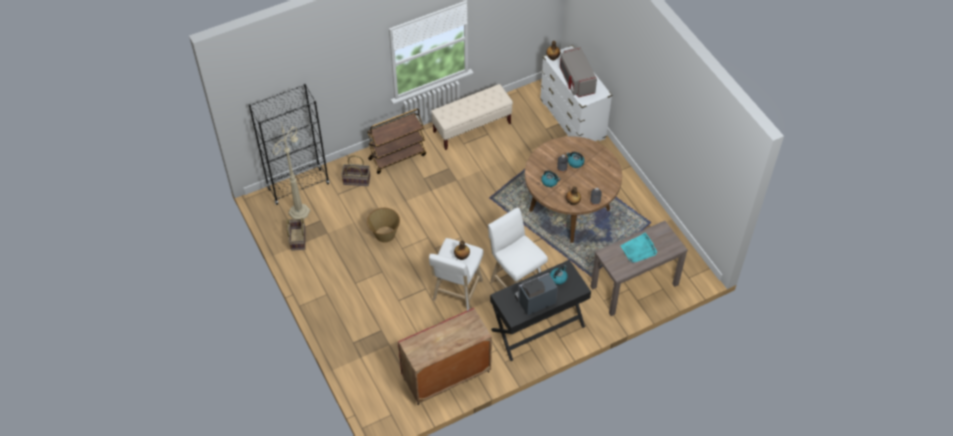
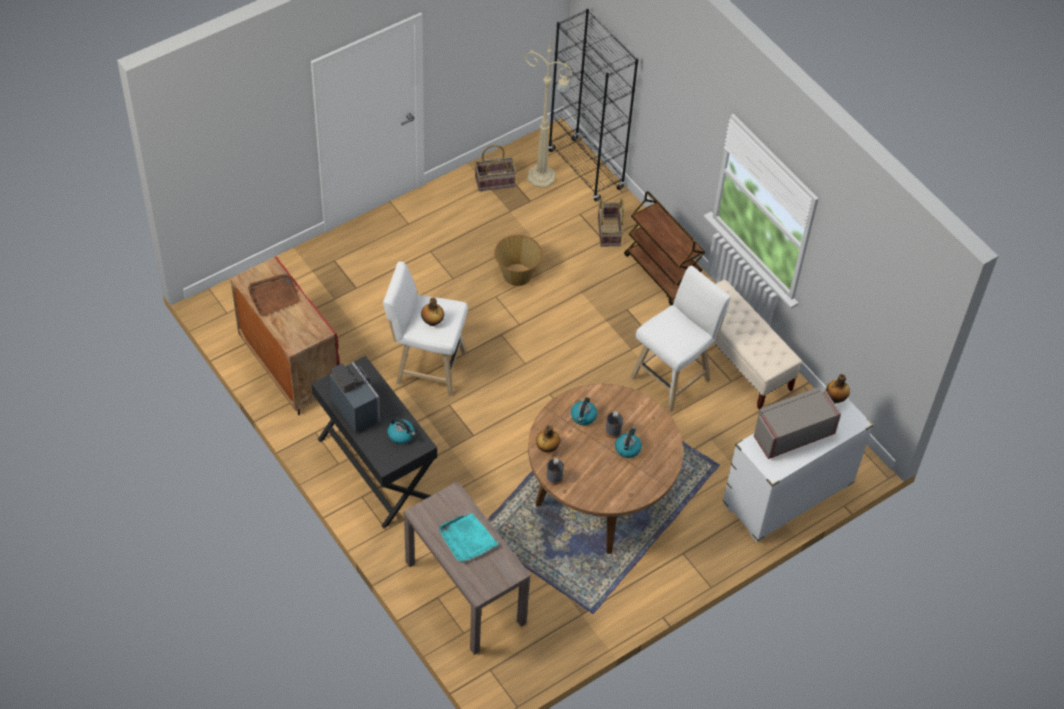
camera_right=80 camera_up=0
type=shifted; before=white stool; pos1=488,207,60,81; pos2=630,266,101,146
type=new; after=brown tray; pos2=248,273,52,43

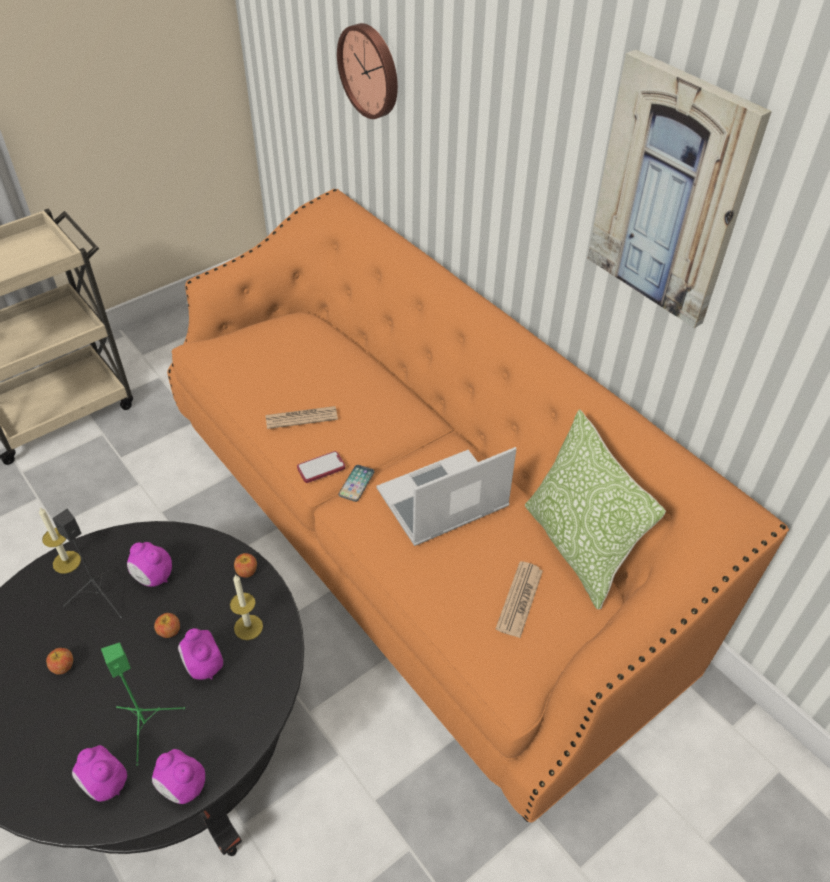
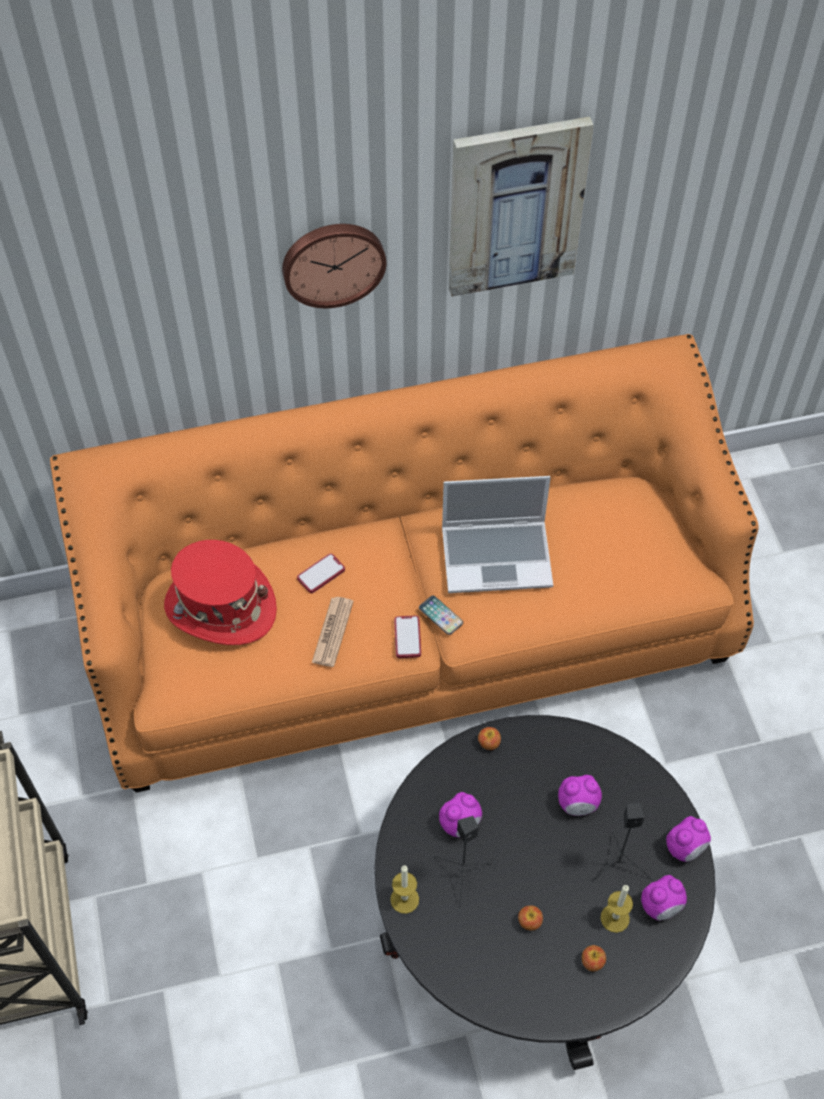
camera_right=-65 camera_up=10
type=repainted; before=green speaker; after=black speaker; pos1=101,643,84,123; pos2=590,803,63,82
type=shifted; before=apple; pos1=154,613,26,25; pos2=582,945,24,27
type=shifted; before=candle; pos1=230,574,33,66; pos2=601,885,32,48
type=shifted; before=wall clock; pos1=337,23,61,96; pos2=282,224,105,84
type=rotated; before=laptop; pos1=377,447,139,99; pos2=442,476,111,117; turn=-90
type=gone; before=newspaper; pos1=496,561,47,77
type=gone; before=pillow; pos1=525,409,141,201
type=new; after=red hat; pos2=164,540,113,105
type=new; after=phone; pos2=297,553,48,40

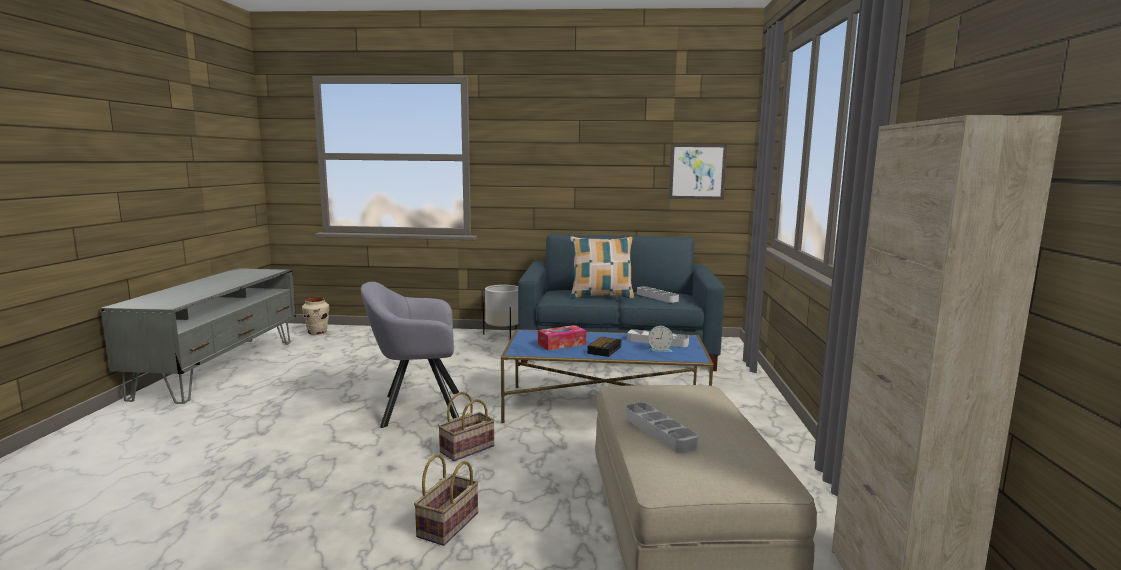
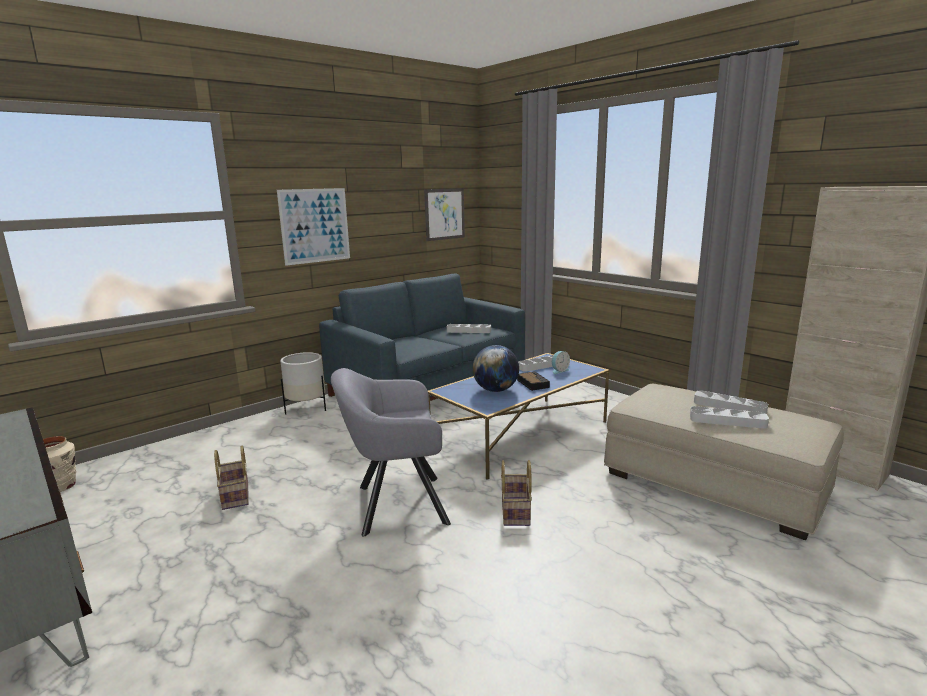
camera_right=-45 camera_up=5
type=rotated; before=grey armchair; pos1=361,282,98,146; pos2=331,368,120,169; turn=45
type=shifted; before=basket; pos1=414,454,65,92; pos2=214,445,35,65
type=swapped; before=tissue box; after=globe; pos1=538,325,48,25; pos2=473,345,46,47
type=gone; before=pillow; pos1=570,236,64,63
type=new; after=picture; pos2=277,188,73,78
type=new; after=grey tray; pos2=694,390,74,24

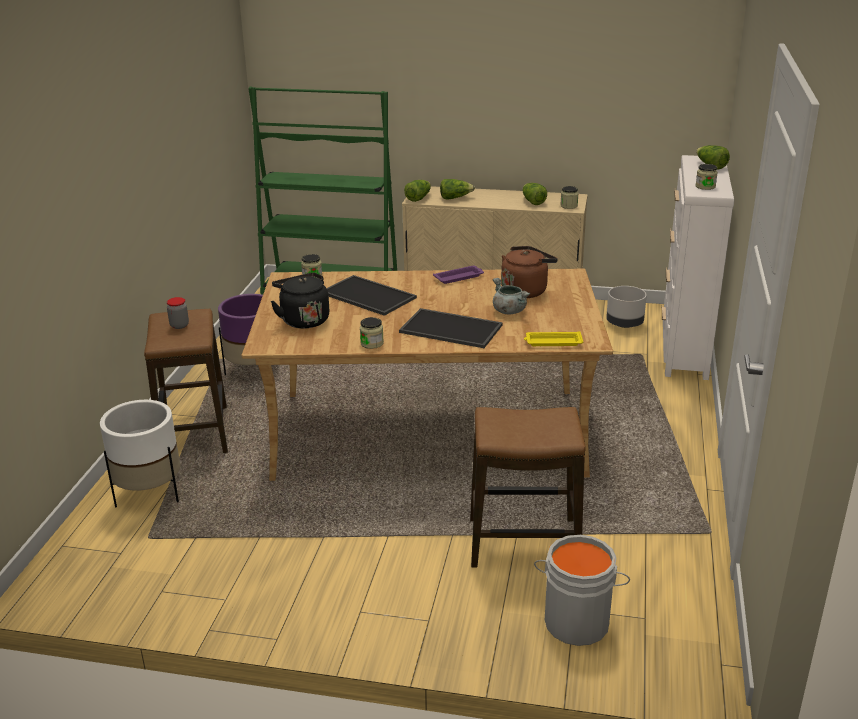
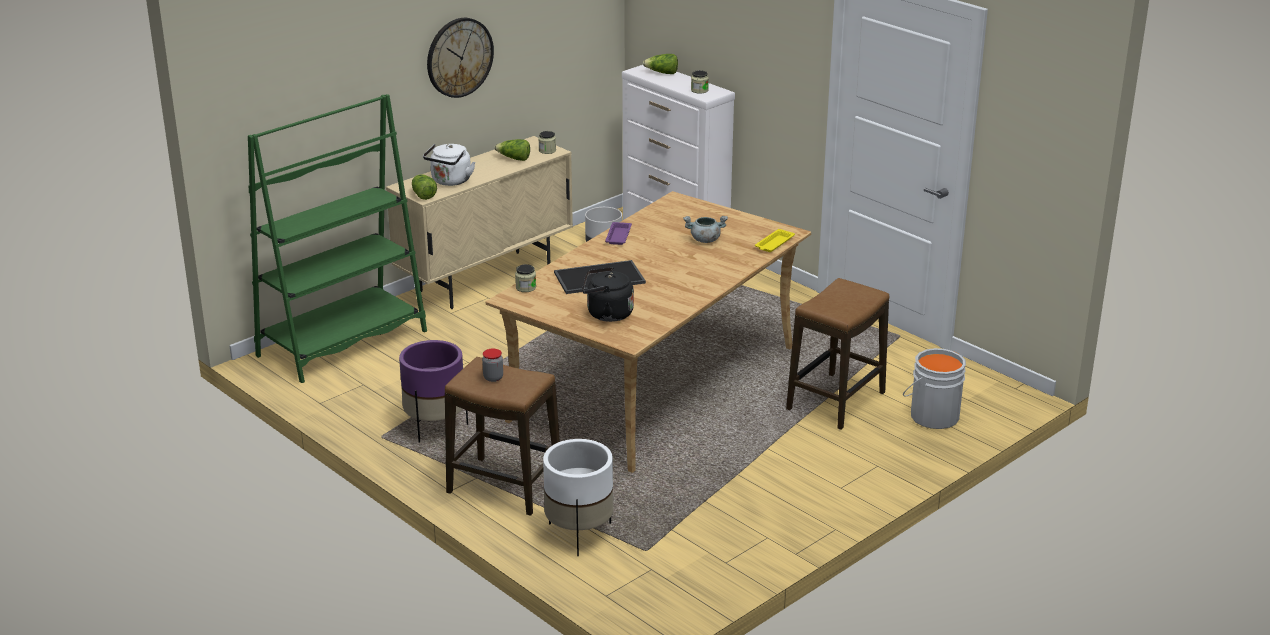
camera_right=-55 camera_up=0
type=gone; before=jar; pos1=360,317,24,32
type=gone; before=tray; pos1=399,308,104,40
type=swapped; before=lettuce; after=white kettle; pos1=440,179,35,20; pos2=423,144,52,42
type=gone; before=brown kettle; pos1=501,246,57,52
type=new; after=wall clock; pos2=427,18,67,80

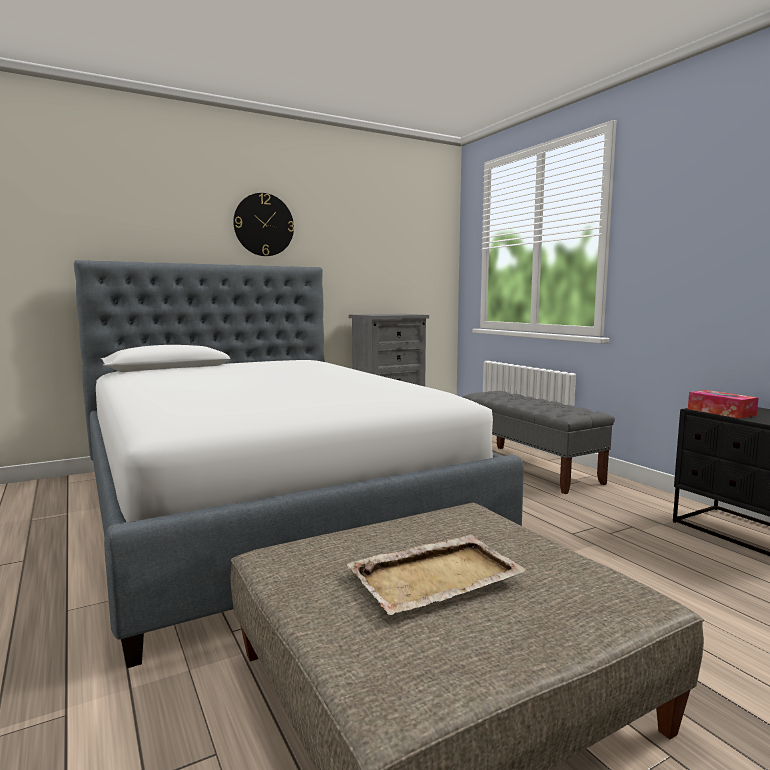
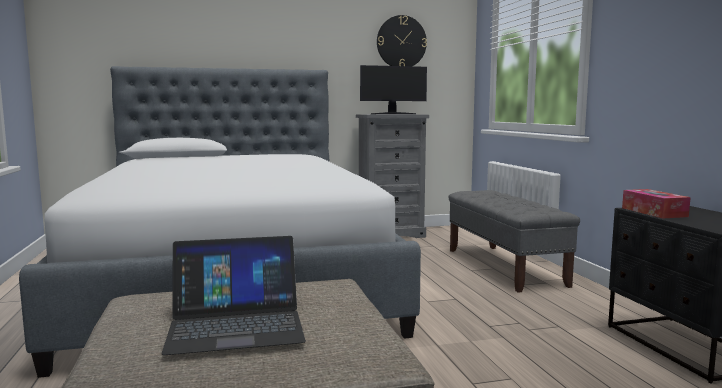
camera_right=15 camera_up=0
type=shifted; before=wall clock; pos1=233,193,61,63; pos2=377,15,50,51
type=swapped; before=beige tray; after=laptop; pos1=346,535,181,80; pos2=161,236,145,119
type=new; after=monitor; pos2=360,65,67,49

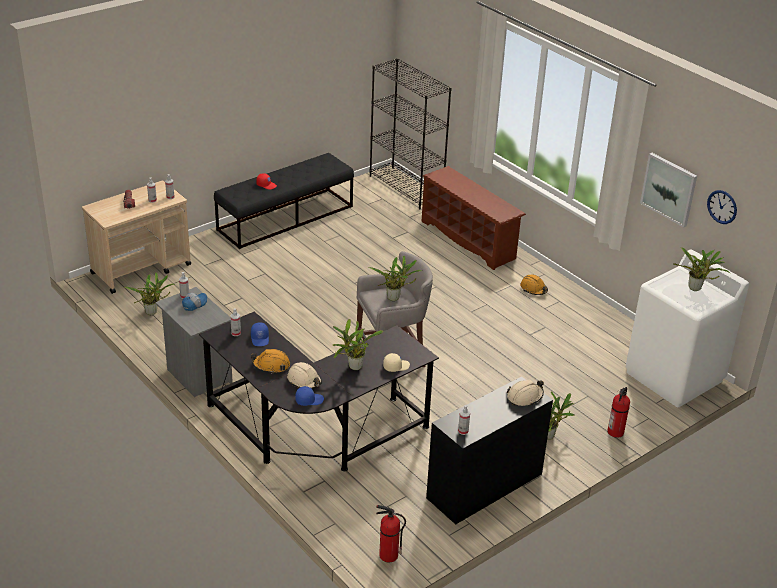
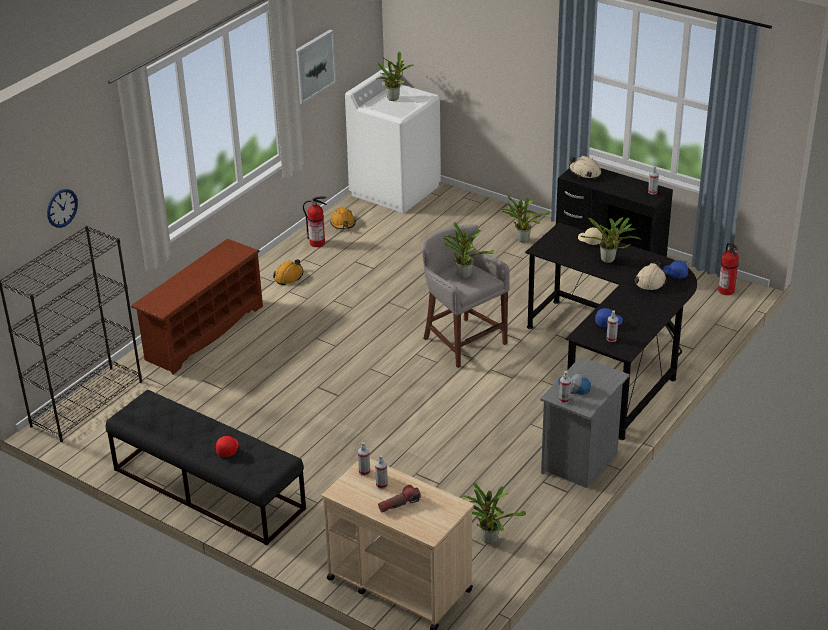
camera_right=-105 camera_up=0
type=shifted; before=orange hard hat; pos1=251,349,39,25; pos2=330,208,26,21
type=shifted; before=fire extinguisher; pos1=607,387,23,51; pos2=303,196,24,51
type=shifted; before=wall clock; pos1=707,190,30,34; pos2=47,189,31,39

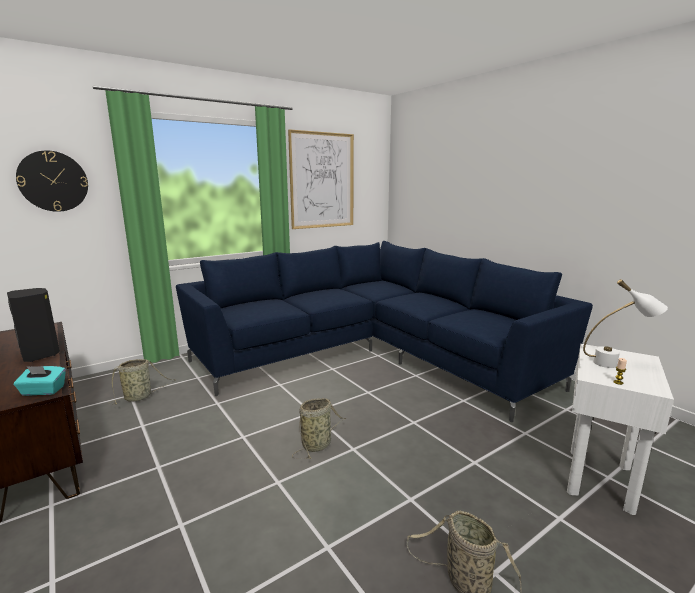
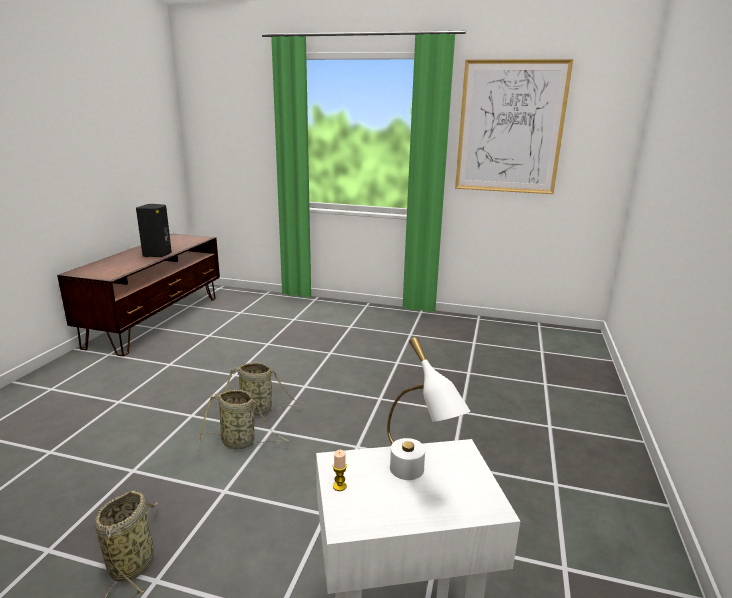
camera_right=50 camera_up=5
type=gone; before=turquoise tissue box; pos1=14,366,52,30
type=gone; before=wall clock; pos1=16,151,72,61
type=shifted; before=basket; pos1=109,359,67,46; pos2=199,390,90,60
type=gone; before=blue sofa; pos1=176,241,417,181

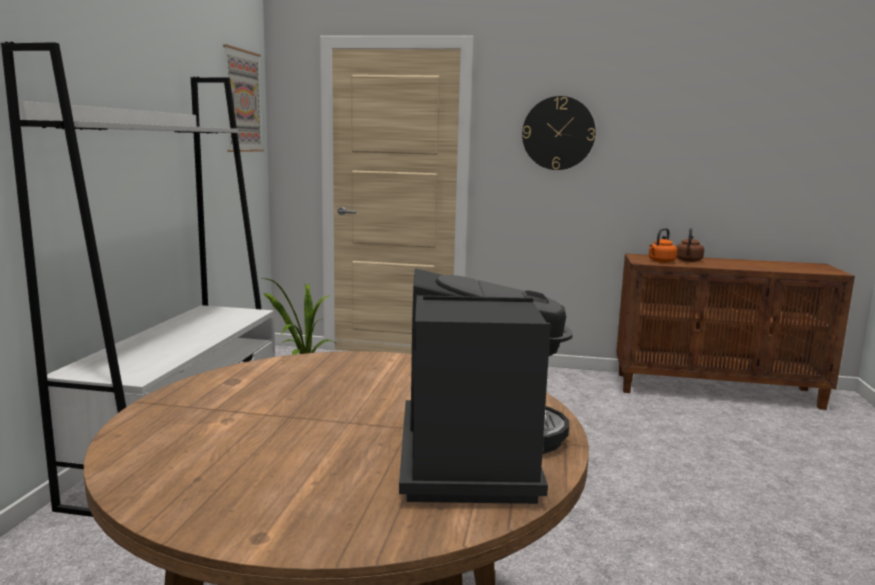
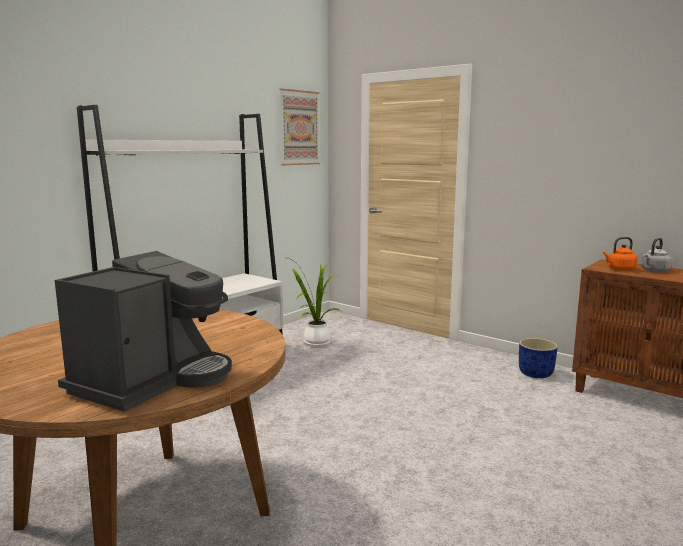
camera_right=30 camera_up=0
type=gone; before=wall clock; pos1=522,96,74,74
type=repainted; before=brown kettle; after=grey kettle; pos1=677,228,27,34; pos2=641,238,31,34
type=new; after=blue planter; pos2=519,338,39,40

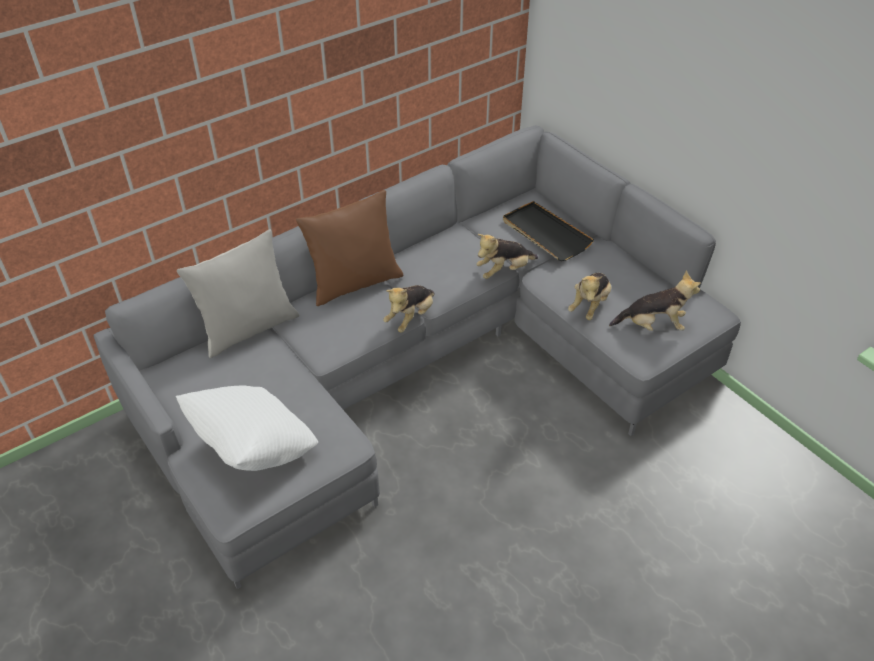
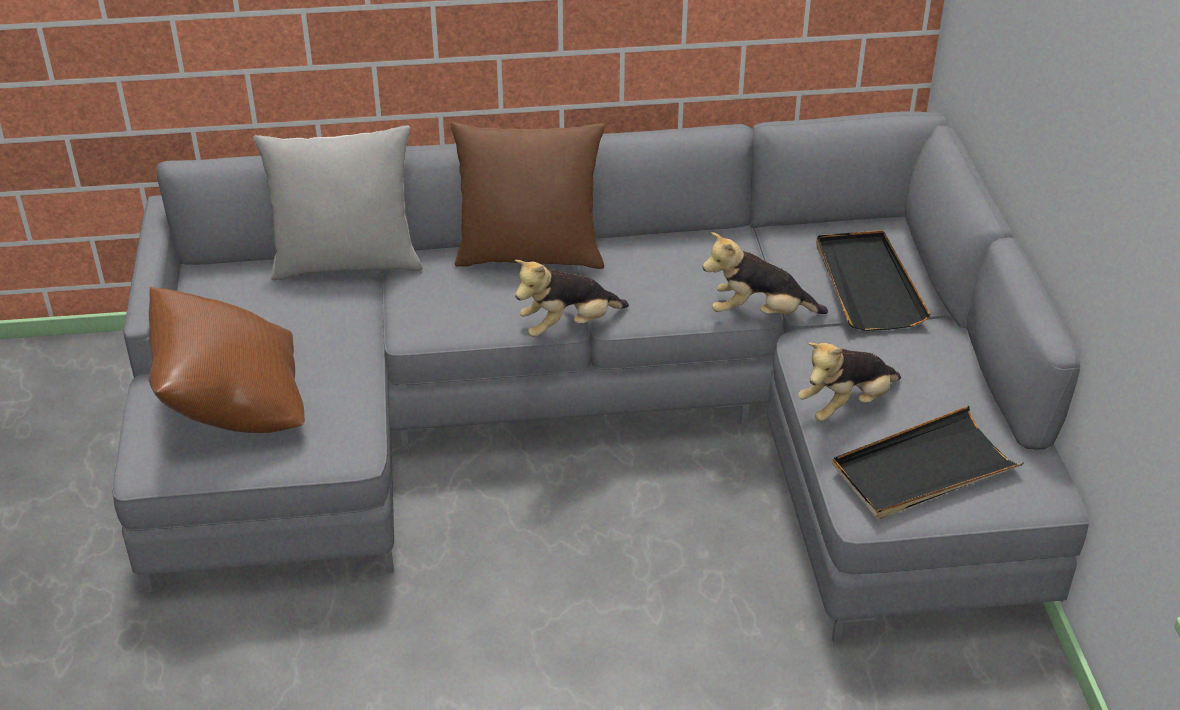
camera_right=30 camera_up=-5
type=repainted; before=white pillow; after=brown pillow; pos1=176,386,142,85; pos2=149,286,156,147
type=swapped; before=plush toy; after=black tray; pos1=609,271,92,60; pos2=832,406,192,113

